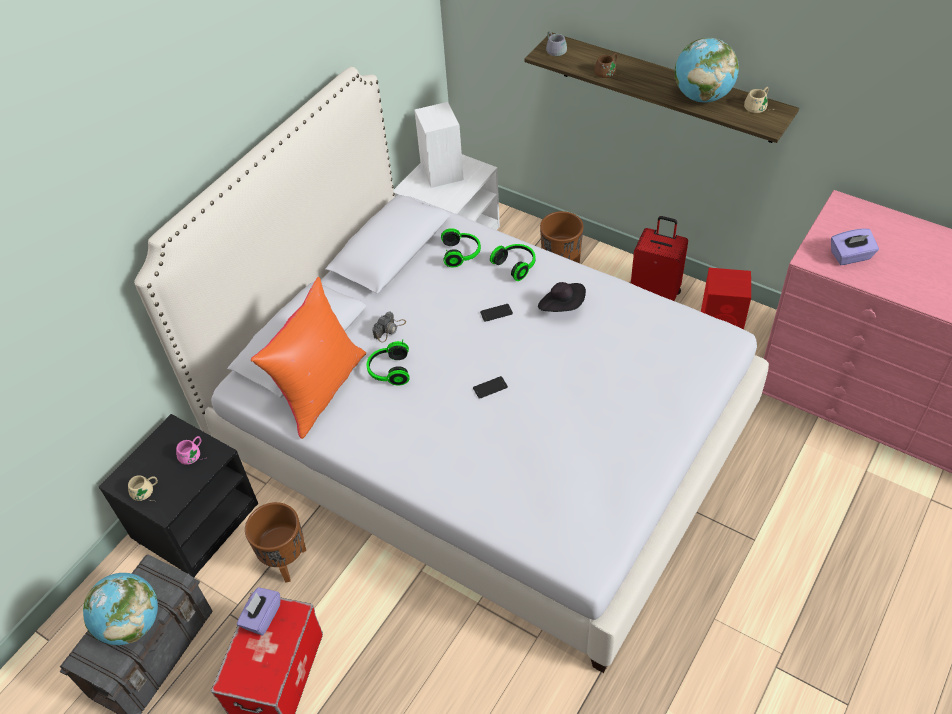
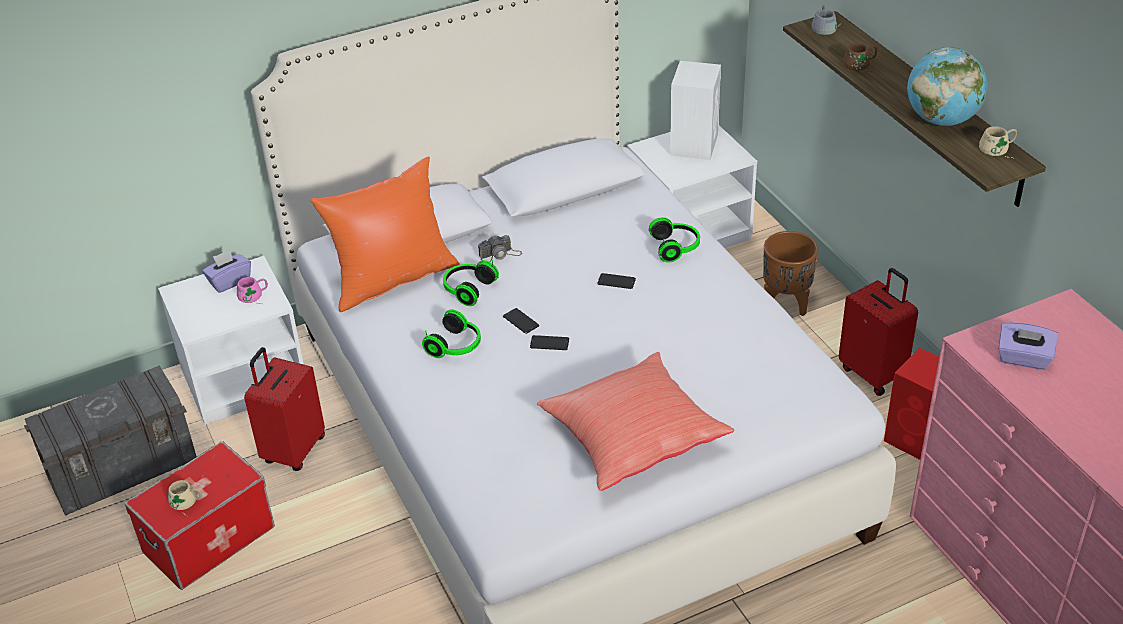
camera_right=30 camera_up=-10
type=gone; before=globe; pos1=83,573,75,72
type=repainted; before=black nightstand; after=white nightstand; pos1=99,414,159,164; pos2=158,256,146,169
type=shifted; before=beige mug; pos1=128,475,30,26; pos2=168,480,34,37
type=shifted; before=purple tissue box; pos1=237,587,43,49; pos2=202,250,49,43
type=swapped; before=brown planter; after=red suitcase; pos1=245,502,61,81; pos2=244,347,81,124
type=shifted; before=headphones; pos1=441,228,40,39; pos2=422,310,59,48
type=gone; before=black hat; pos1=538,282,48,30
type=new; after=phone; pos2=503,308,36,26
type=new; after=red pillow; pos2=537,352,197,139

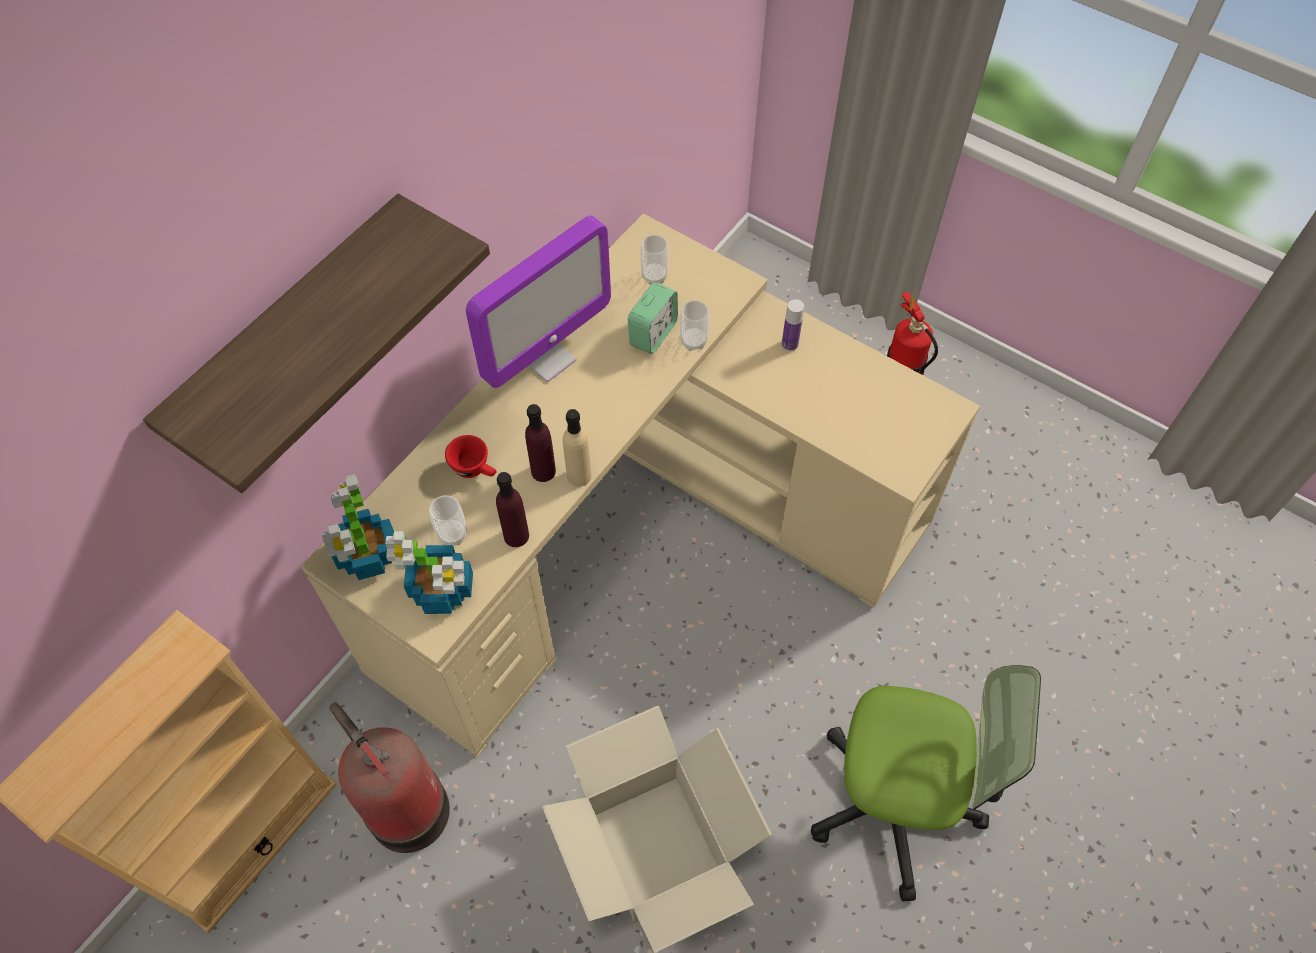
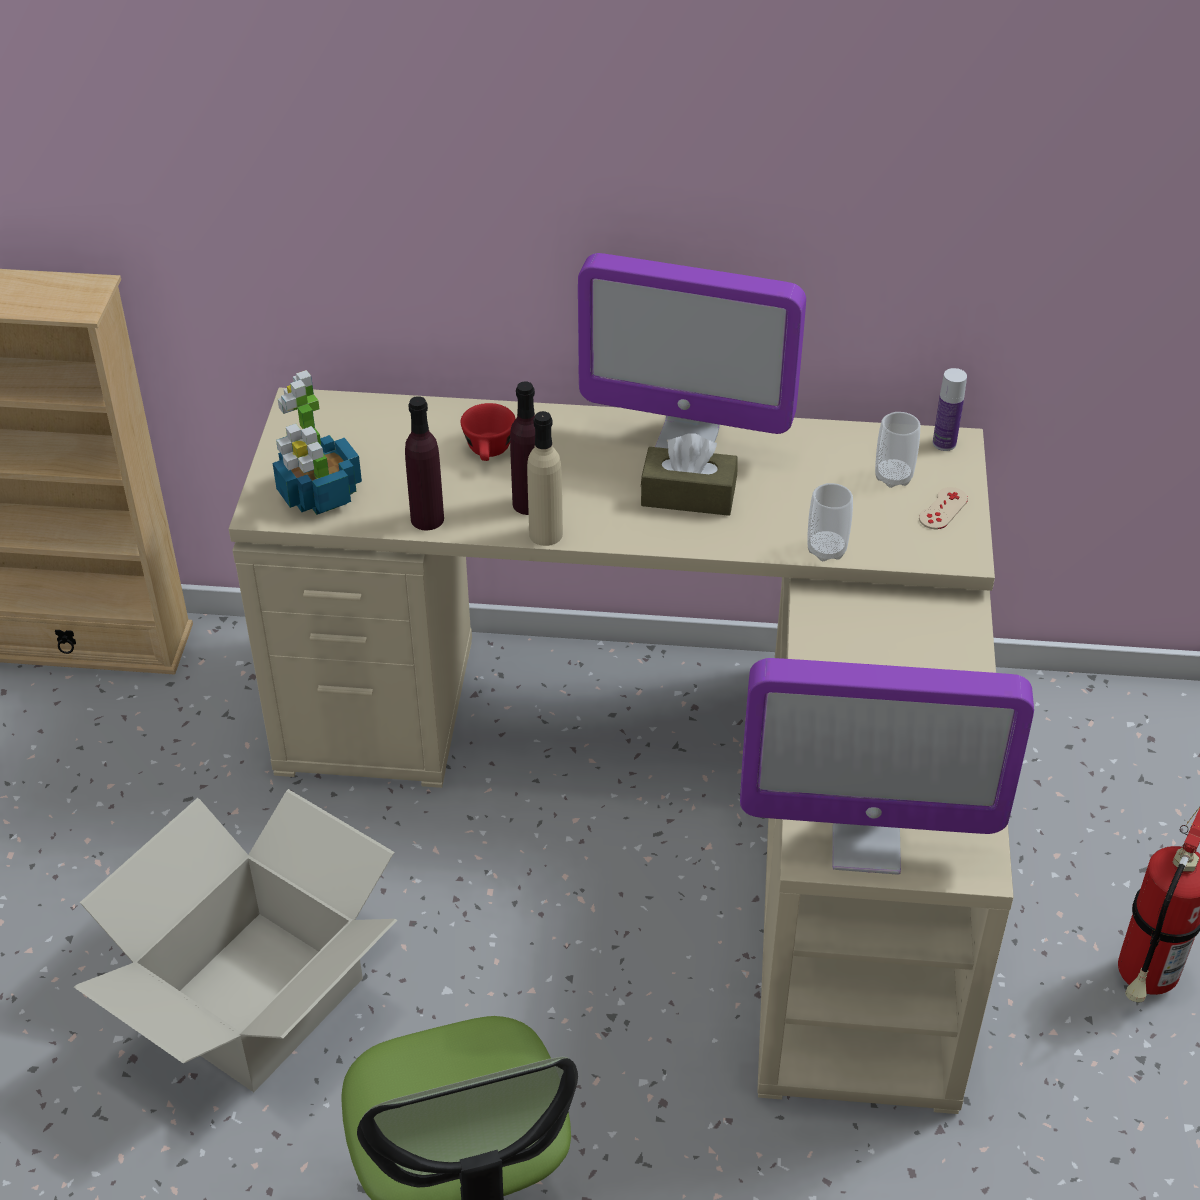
camera_right=60 camera_up=-15
type=gone; before=shelf; pos1=143,194,347,299
type=gone; before=potted plant; pos1=322,474,72,106
type=gone; before=fire extinguisher; pos1=329,702,121,151
type=gone; before=cup; pos1=429,495,38,51
type=gone; before=alarm clock; pos1=628,282,50,72
type=shifted; before=bottle; pos1=782,299,22,52; pos2=933,368,34,83
type=new; after=brown tissue box; pos2=641,433,96,83
type=new; after=monitor; pos2=740,658,294,216
type=new; after=beige game controller; pos2=919,487,49,42

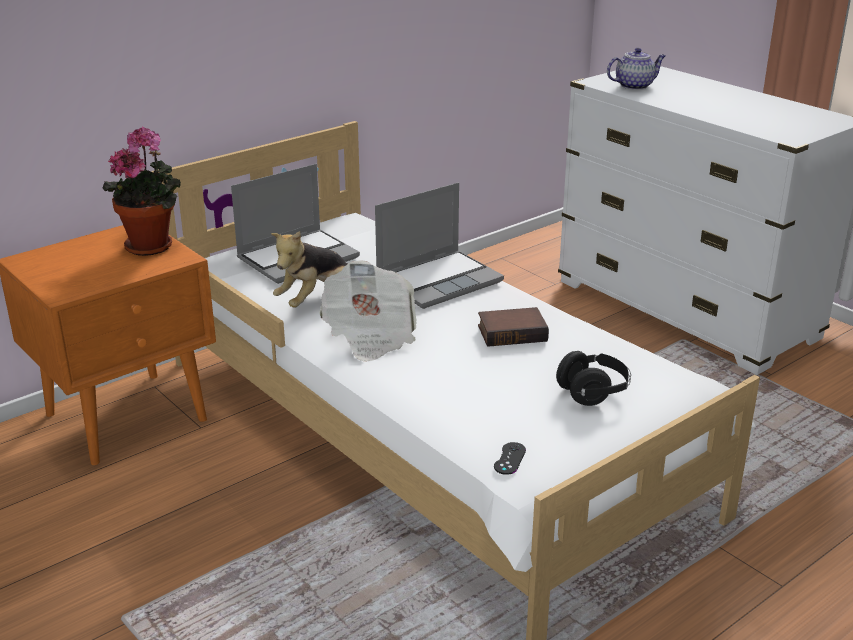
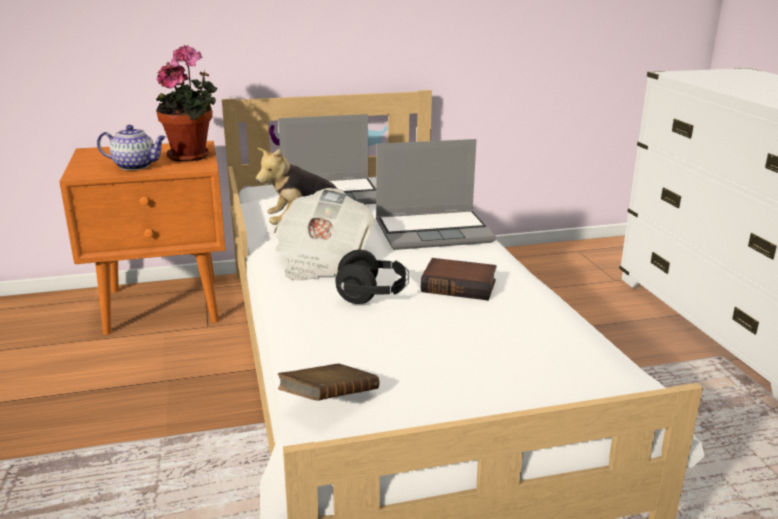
camera_right=25 camera_up=-5
type=swapped; before=black game controller; after=brown book; pos1=494,442,32,33; pos2=278,364,101,37
type=shifted; before=black headphones; pos1=556,351,75,55; pos2=335,250,74,54
type=shifted; before=teapot; pos1=607,48,59,42; pos2=97,125,69,45

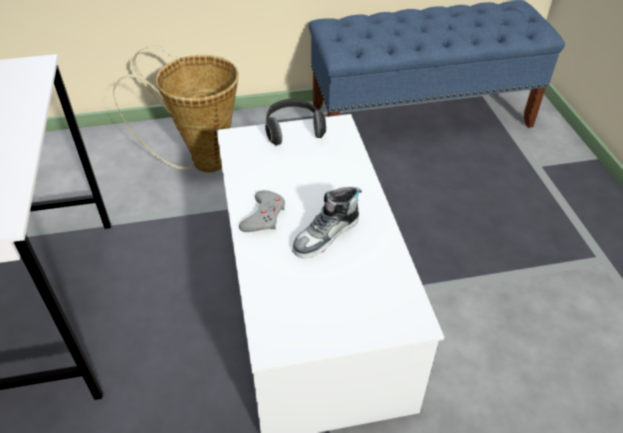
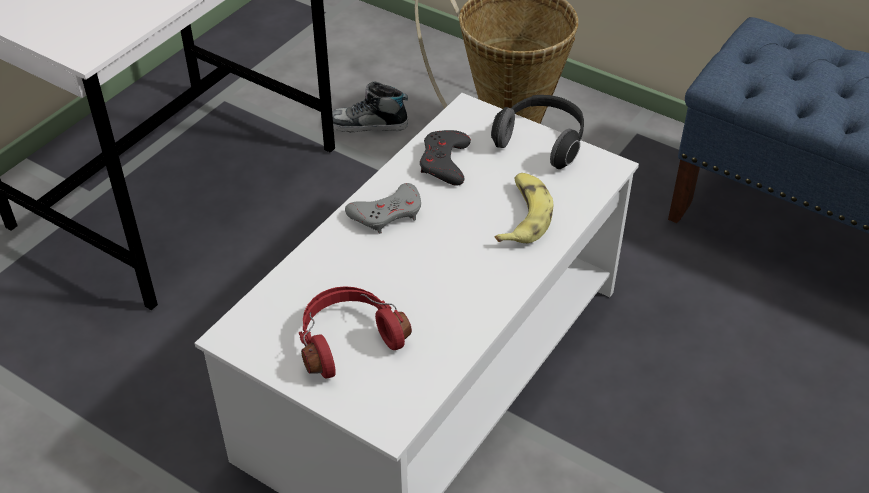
camera_right=45 camera_up=0
type=shifted; before=shoe; pos1=292,187,70,72; pos2=332,81,76,51
type=new; after=red headphones; pos2=299,286,113,92
type=new; after=grey game controller; pos2=420,130,51,56
type=new; after=banana; pos2=495,173,58,70

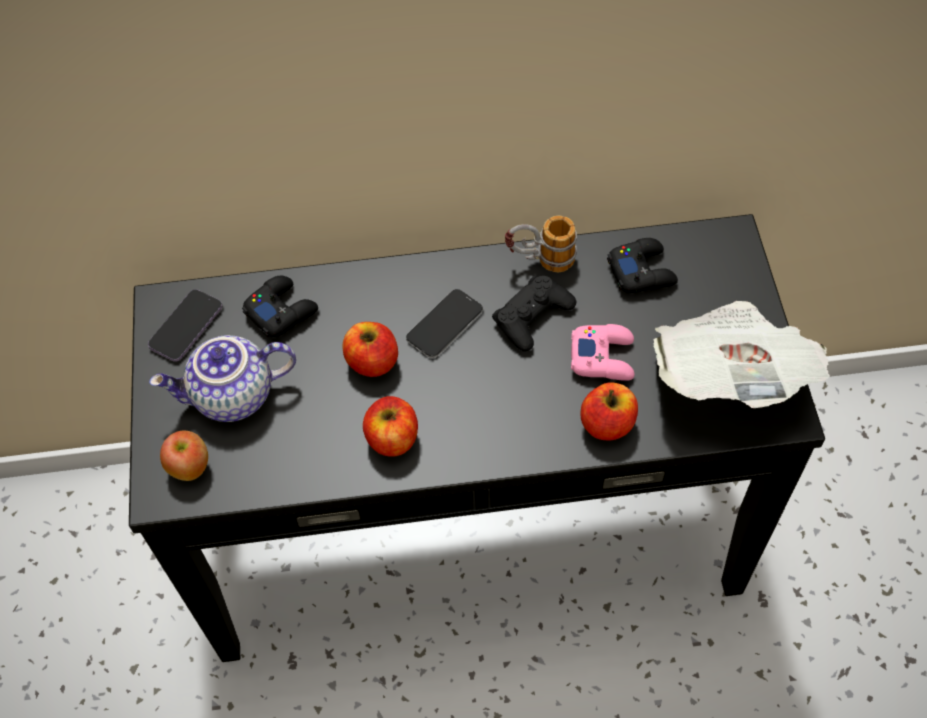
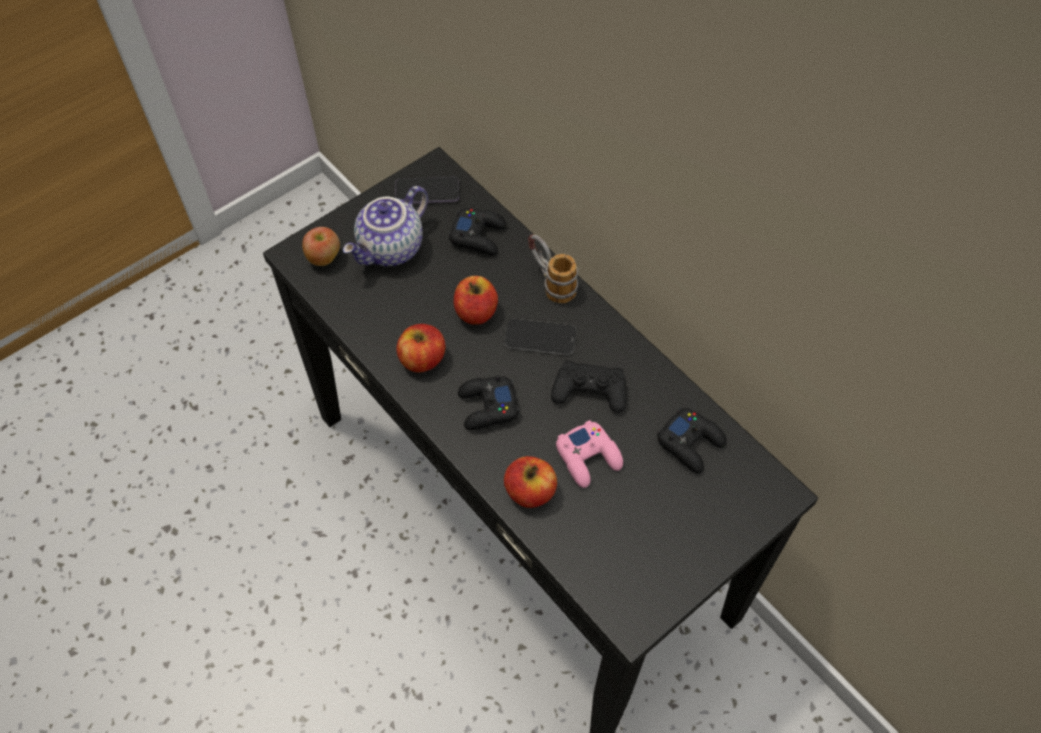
camera_right=55 camera_up=0
type=rotated; before=teapot; pos1=149,335,147,87; pos2=343,186,85,80; turn=-90
type=shifted; before=mug; pos1=505,215,72,58; pos2=528,234,50,69
type=gone; before=newspaper; pos1=653,301,177,107
type=new; after=black game controller; pos2=458,375,62,55

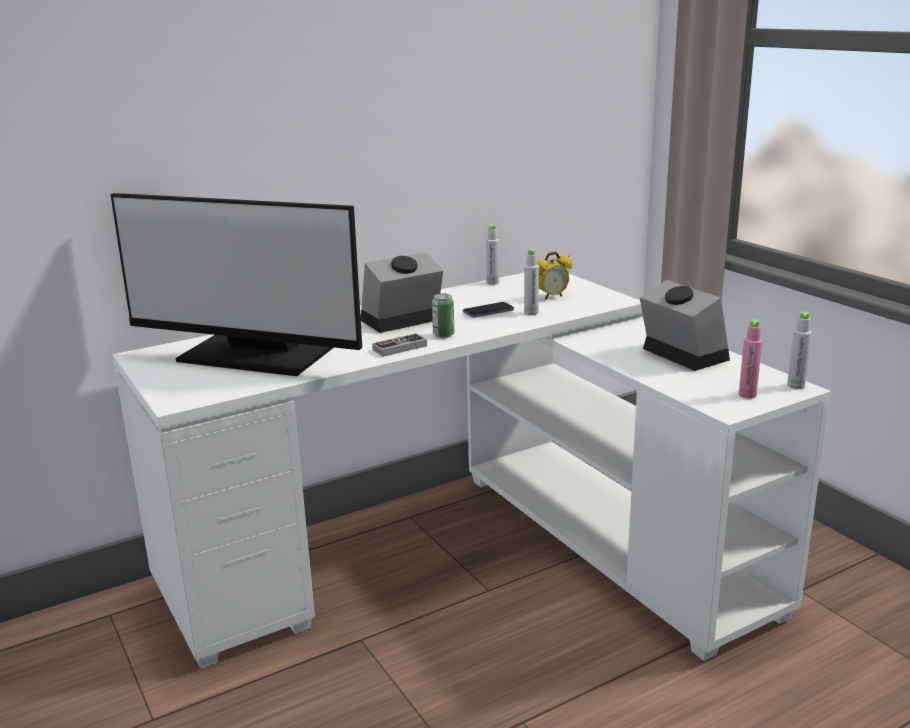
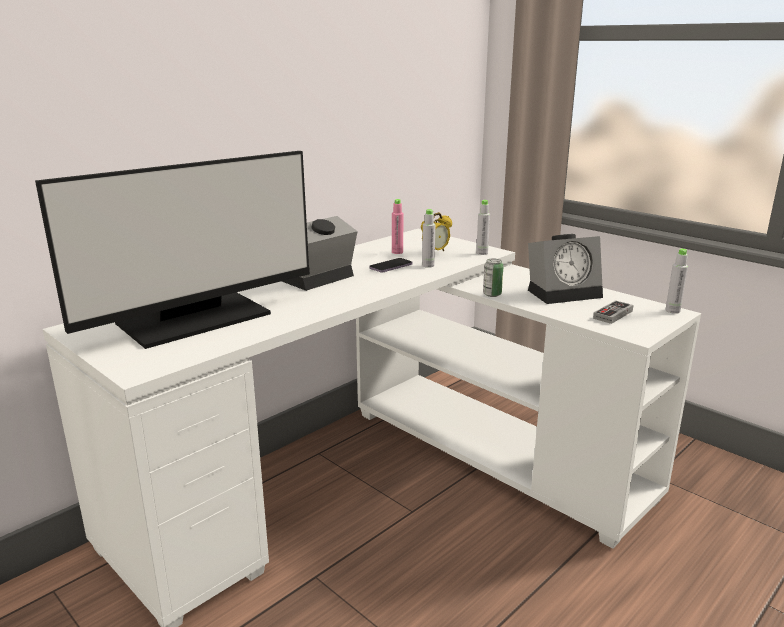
camera_right=-15 camera_up=0
type=rotated; before=monitor; pos1=111,193,251,183; pos2=35,151,275,198; turn=-45
type=shifted; before=game controller; pos1=372,333,55,24; pos2=593,300,41,24
type=shifted; before=can; pos1=432,294,22,44; pos2=483,259,21,38
type=shifted; before=grey bottle; pos1=486,224,13,61; pos2=476,200,14,55
type=rotated; before=alarm clock; pos1=640,280,90,91; pos2=528,234,75,70; turn=120
type=shifted; before=pink bottle; pos1=739,319,23,79; pos2=392,199,11,55

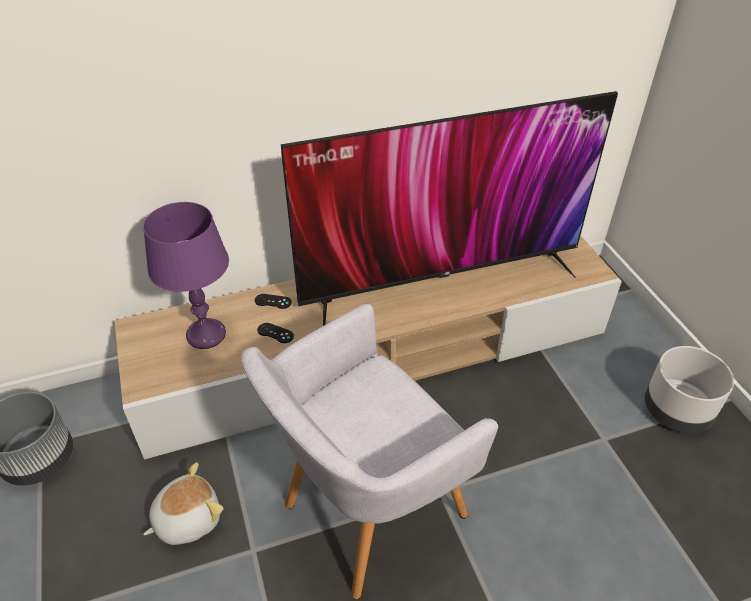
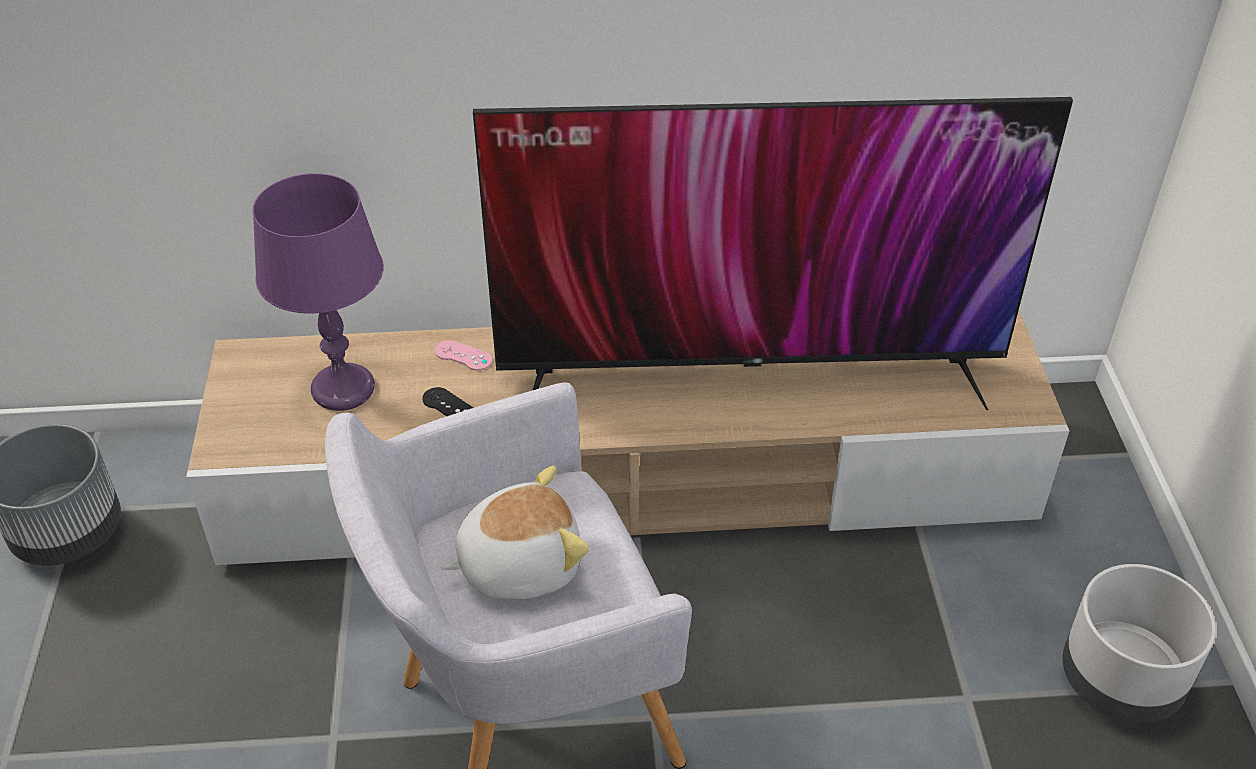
camera_right=15 camera_up=0
type=shifted; before=plush toy; pos1=143,462,80,83; pos2=441,465,148,134
type=repainted; before=black game controller; after=pink game controller; pos1=255,294,37,15; pos2=435,340,57,30

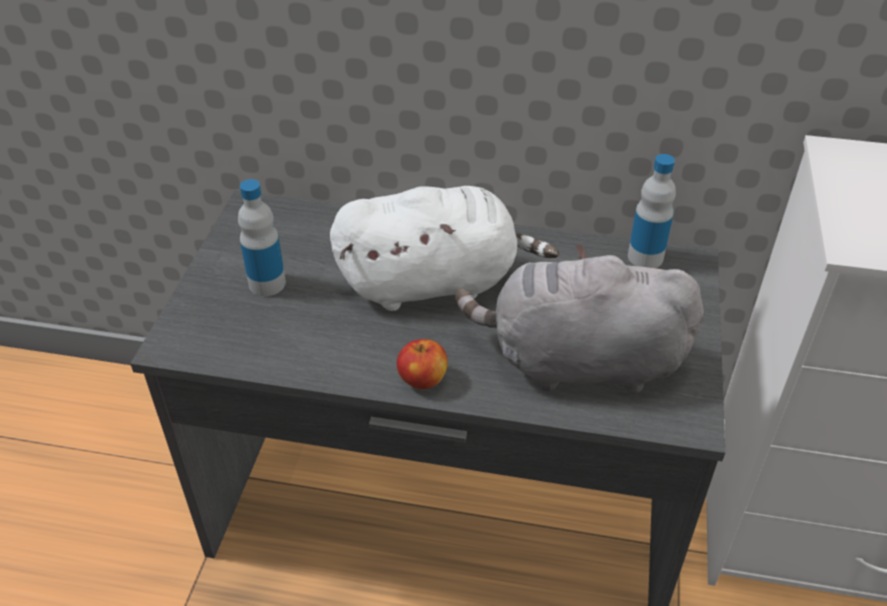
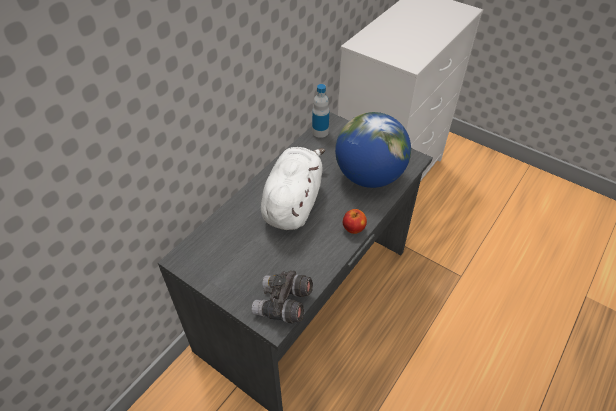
camera_right=-65 camera_up=5
type=gone; before=bottle; pos1=238,179,48,117
type=swapped; before=grey plush toy; after=globe; pos1=455,243,249,151; pos2=335,112,76,76
type=new; after=grey binoculars; pos2=252,270,61,53

